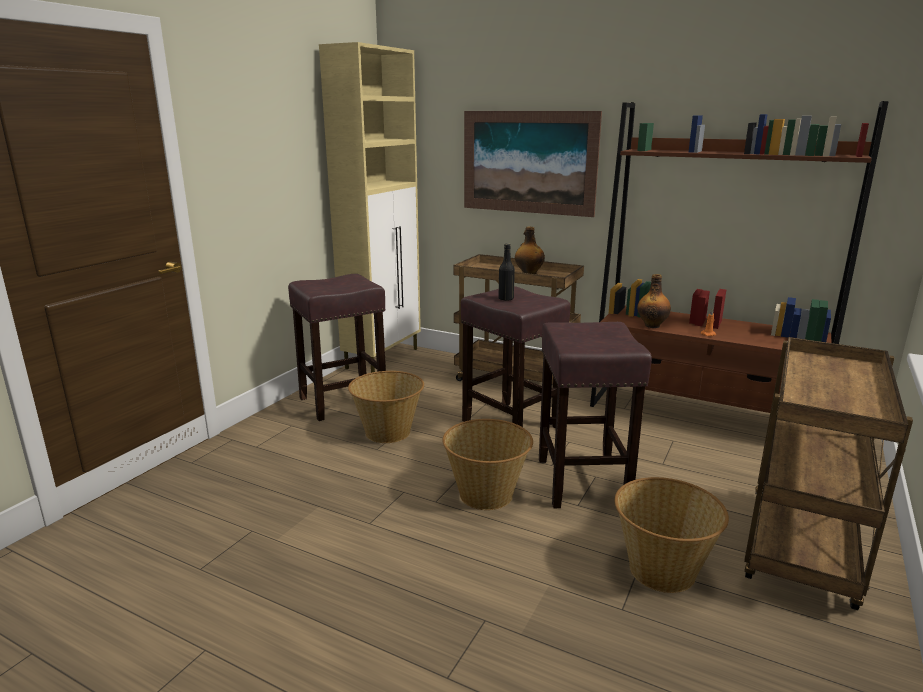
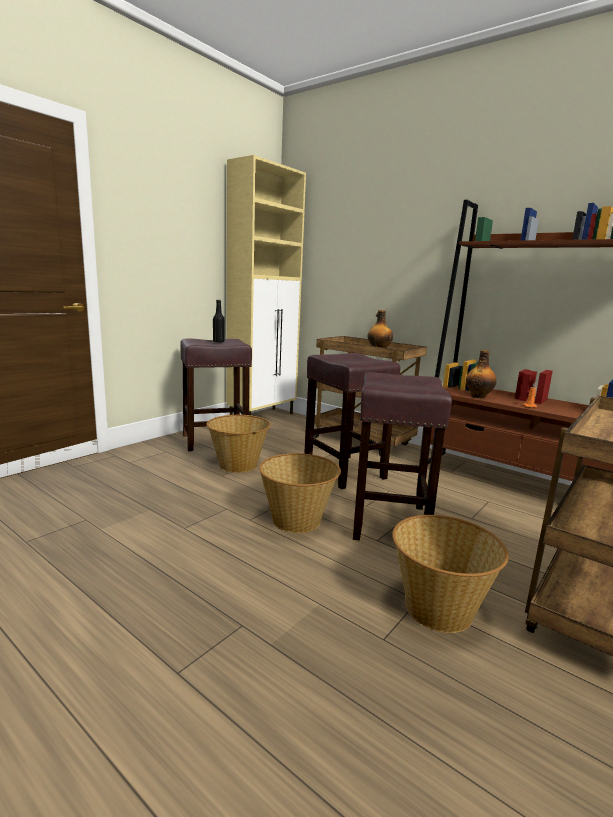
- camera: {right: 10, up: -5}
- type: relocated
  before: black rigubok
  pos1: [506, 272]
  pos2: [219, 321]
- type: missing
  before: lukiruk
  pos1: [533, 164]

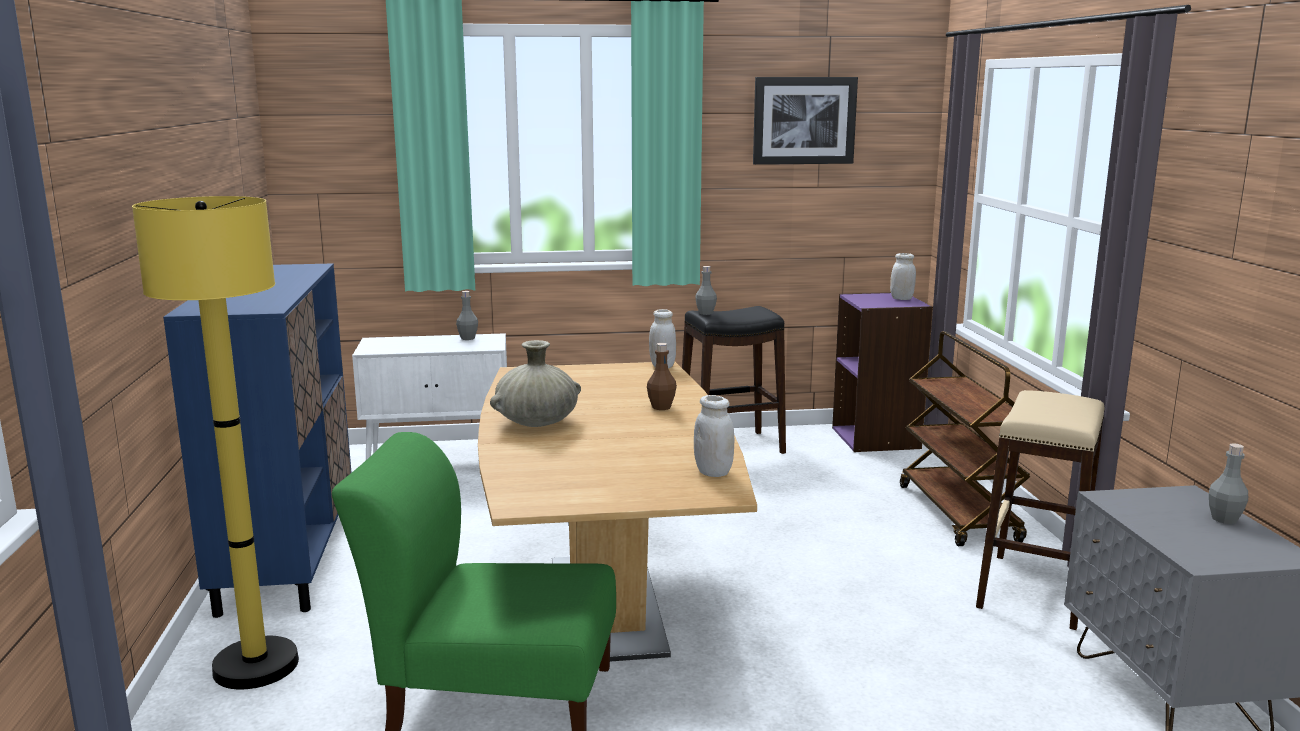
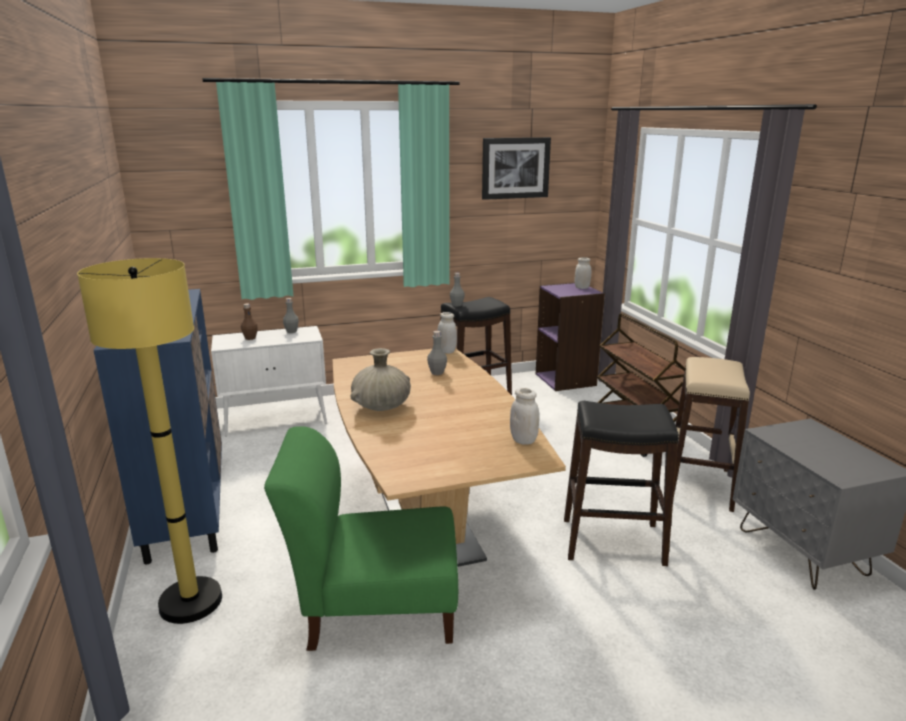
- camera: {right: -10, up: 5}
- type: relocated
  before: brown rigubok
  pos1: [662, 376]
  pos2: [249, 321]
- type: relocated
  before: grey rigubok
  pos1: [1228, 483]
  pos2: [437, 353]
- type: appeared
  after: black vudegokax
  pos2: [621, 483]

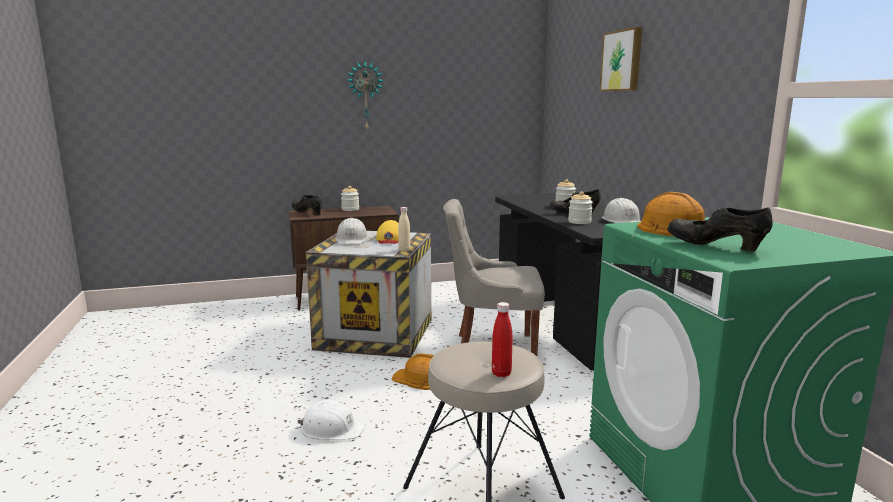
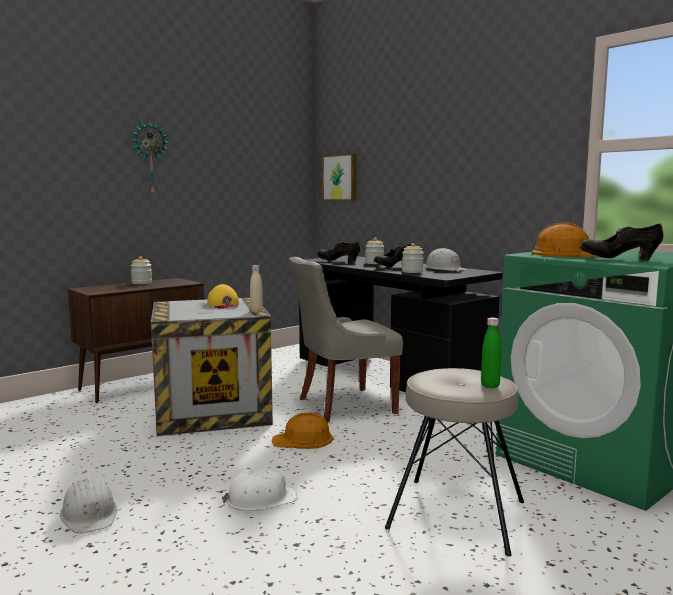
- camera: {right: -25, up: -5}
- type: relocated
  before: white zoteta
  pos1: [352, 231]
  pos2: [88, 506]
- type: relocated
  before: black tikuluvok
  pos1: [307, 205]
  pos2: [338, 251]
- type: relocated
  before: lukiruk
  pos1: [621, 59]
  pos2: [340, 177]
- type: colour
  before: red rigubok
  after: green rigubok
  pos1: [502, 339]
  pos2: [491, 353]

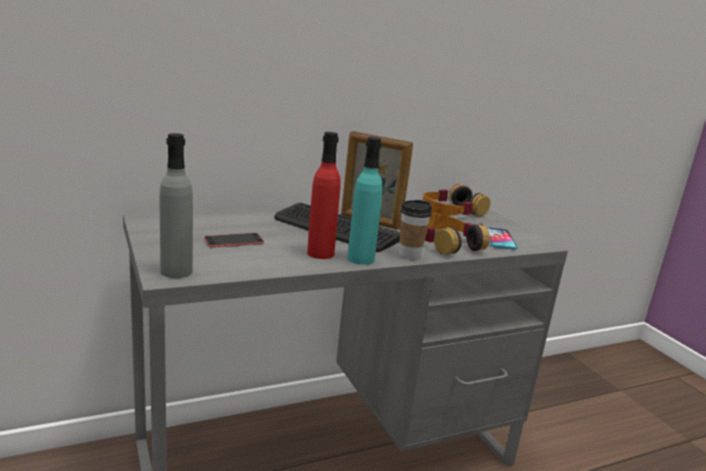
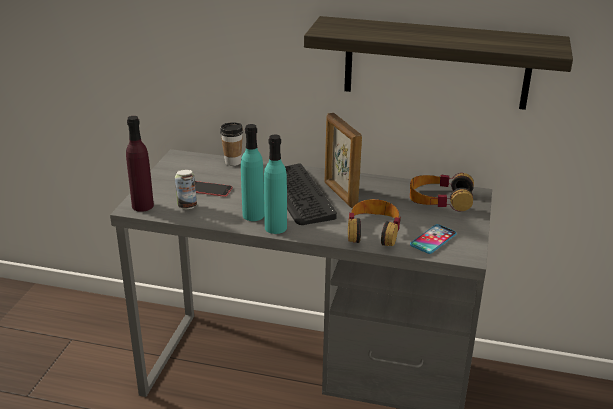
- camera: {right: 40, up: 10}
- type: colour
  before: grey rigubok
  after: purple rigubok
  pos1: [176, 205]
  pos2: [140, 164]
- type: appeared
  after: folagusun
  pos2: [186, 189]
- type: relocated
  before: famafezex
  pos1: [415, 230]
  pos2: [231, 144]
- type: colour
  before: red rigubok
  after: turquoise rigubok
  pos1: [324, 195]
  pos2: [252, 172]
- type: appeared
  after: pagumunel
  pos2: [438, 63]

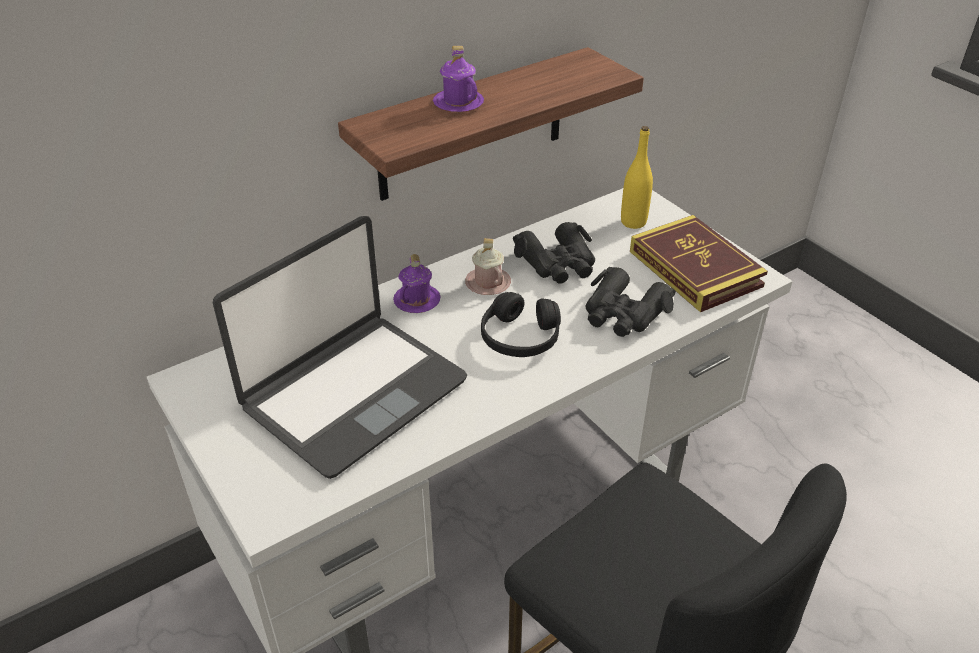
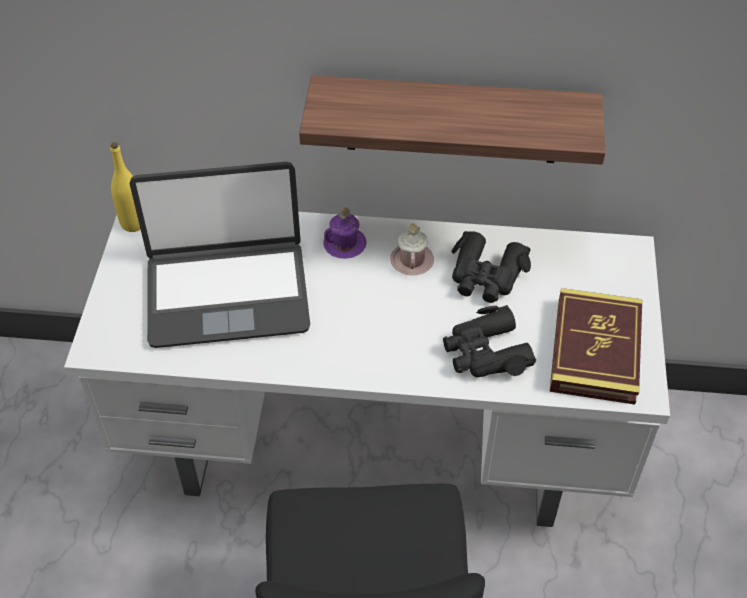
- camera: {right: 40, up: 10}
- type: relocated
  before: yellow rigubok
  pos1: [637, 177]
  pos2: [125, 187]
- type: missing
  before: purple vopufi
  pos1: [458, 79]
- type: missing
  before: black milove
  pos1: [521, 324]

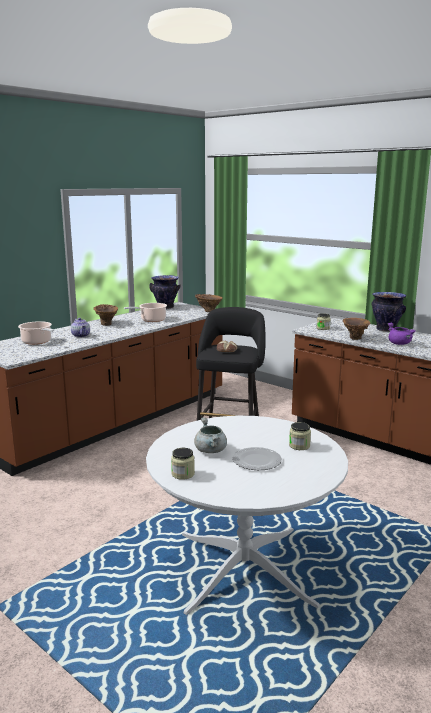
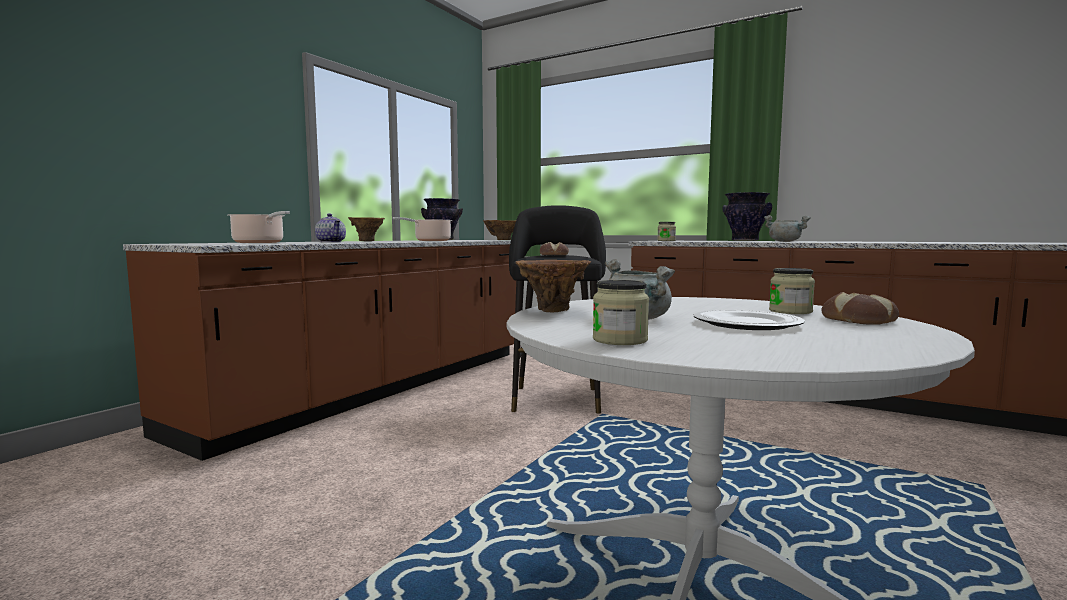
- camera: {right: -10, up: -10}
- type: relocated
  before: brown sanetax
  pos1: [356, 329]
  pos2: [553, 286]
- type: colour
  before: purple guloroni
  after: grey guloroni
  pos1: [401, 334]
  pos2: [787, 228]
- type: appeared
  after: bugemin
  pos2: [860, 308]

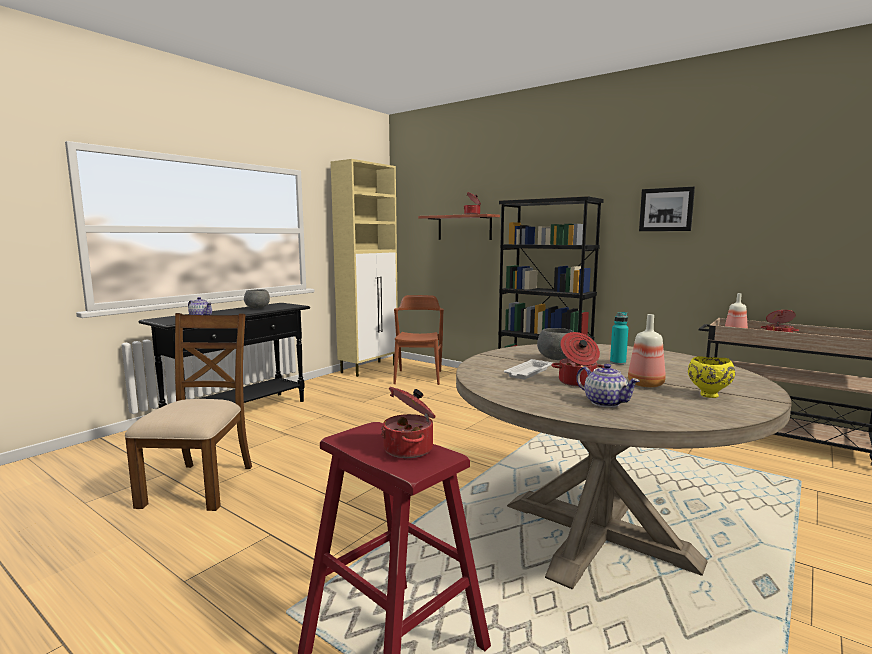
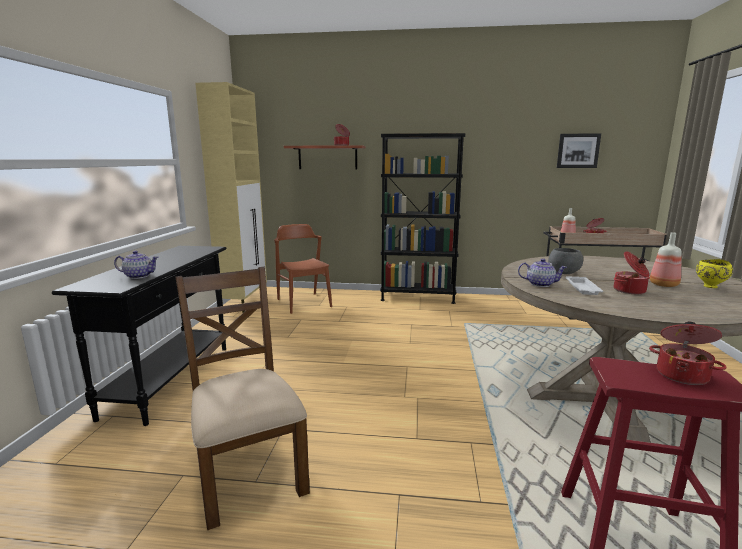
- camera: {right: -30, up: 5}
- type: relocated
  before: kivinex
  pos1: [608, 385]
  pos2: [542, 273]
- type: relocated
  before: lukiruk
  pos1: [667, 209]
  pos2: [579, 150]
- type: missing
  before: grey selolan
  pos1: [257, 299]
- type: missing
  before: turquoise rigubok
  pos1: [619, 338]

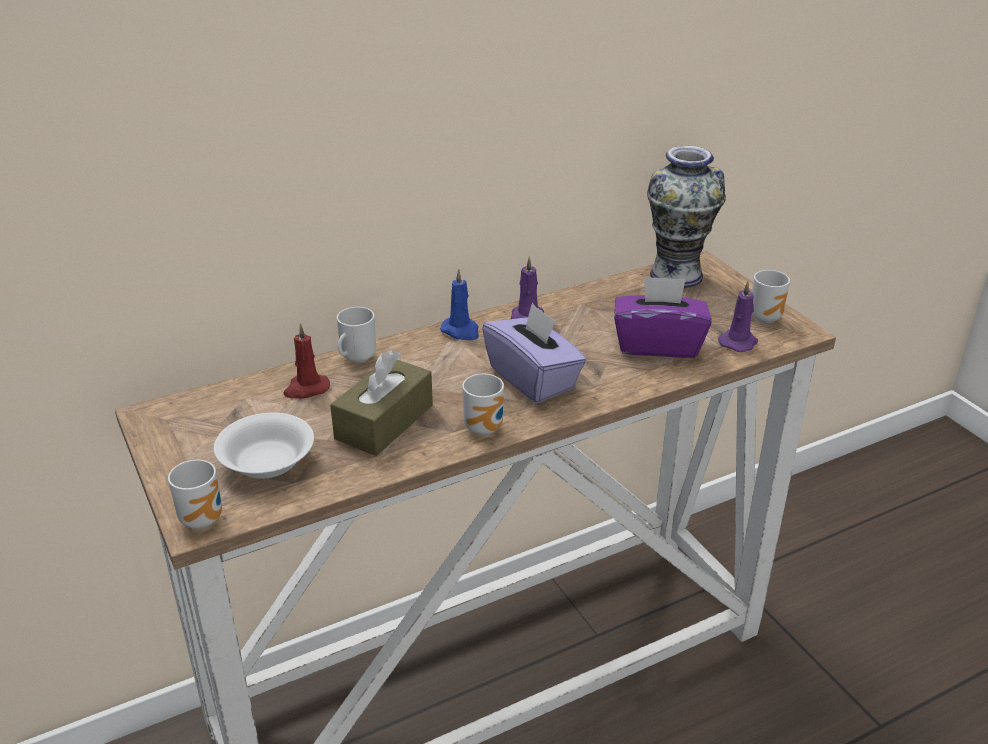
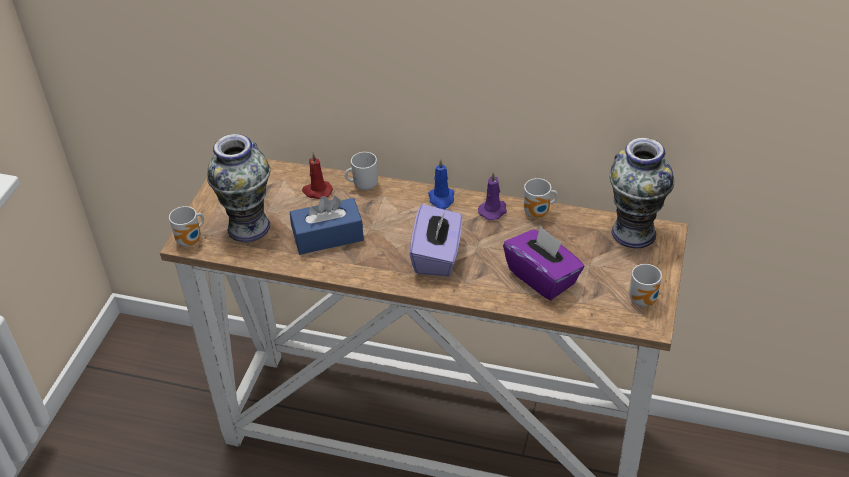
- camera: {right: 45, up: 10}
- type: exchanged
  before: white selolan
  after: sanetax
  pos1: [264, 446]
  pos2: [238, 188]
- type: colour
  before: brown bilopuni
  after: blue bilopuni
  pos1: [381, 402]
  pos2: [327, 225]
- type: relocated
  before: vopufi
  pos1: [483, 405]
  pos2: [541, 198]
- type: missing
  before: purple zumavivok
  pos1: [738, 316]

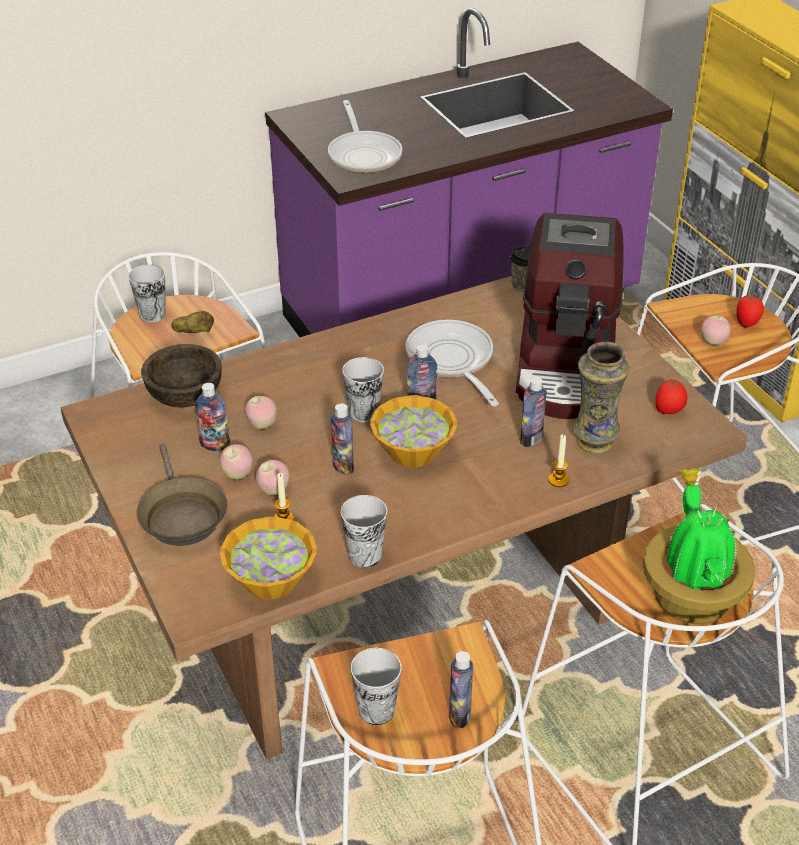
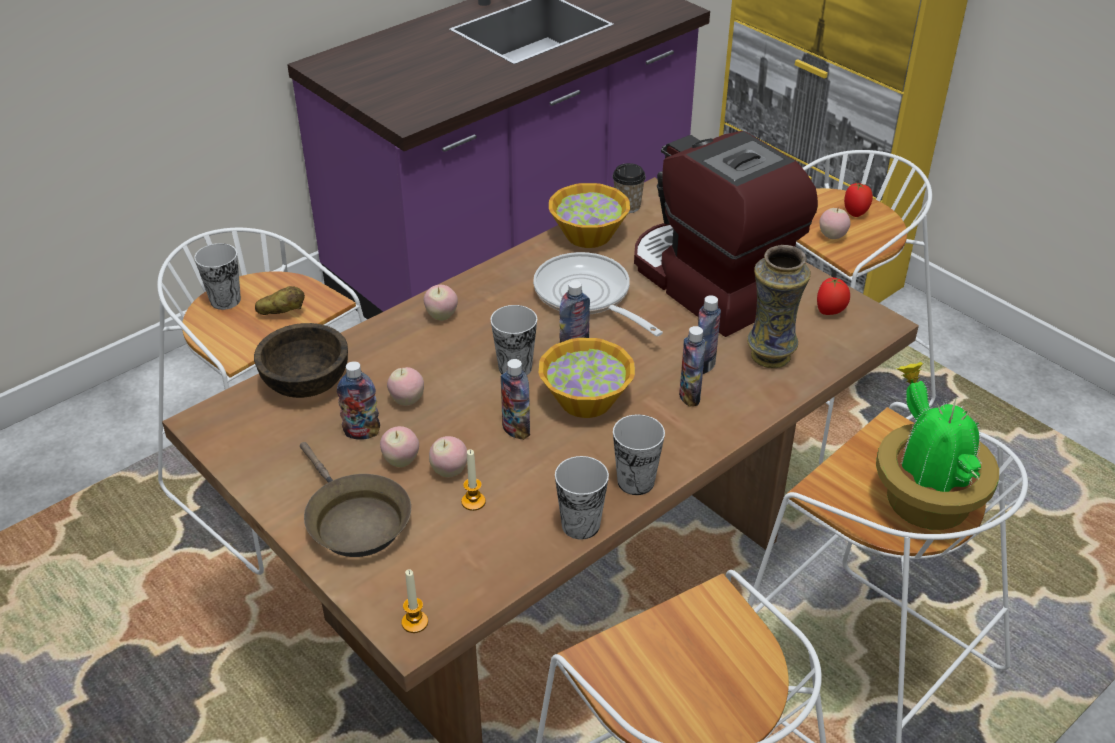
- camera: {right: -15, up: 0}
- type: relocated
  before: zumavivok
  pos1: [558, 461]
  pos2: [414, 601]
- type: appeared
  after: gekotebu
  pos2: [441, 303]
- type: relocated
  before: selolan
  pos1: [268, 558]
  pos2: [589, 215]
- type: relocated
  before: famafezex
  pos1: [376, 686]
  pos2: [639, 454]
- type: spun
  before: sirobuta
  pos1: [570, 316]
  pos2: [726, 234]
  turn: 150
- type: relocated
  before: rigubok
  pos1: [461, 689]
  pos2: [692, 366]
- type: missing
  before: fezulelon
  pos1: [365, 136]

